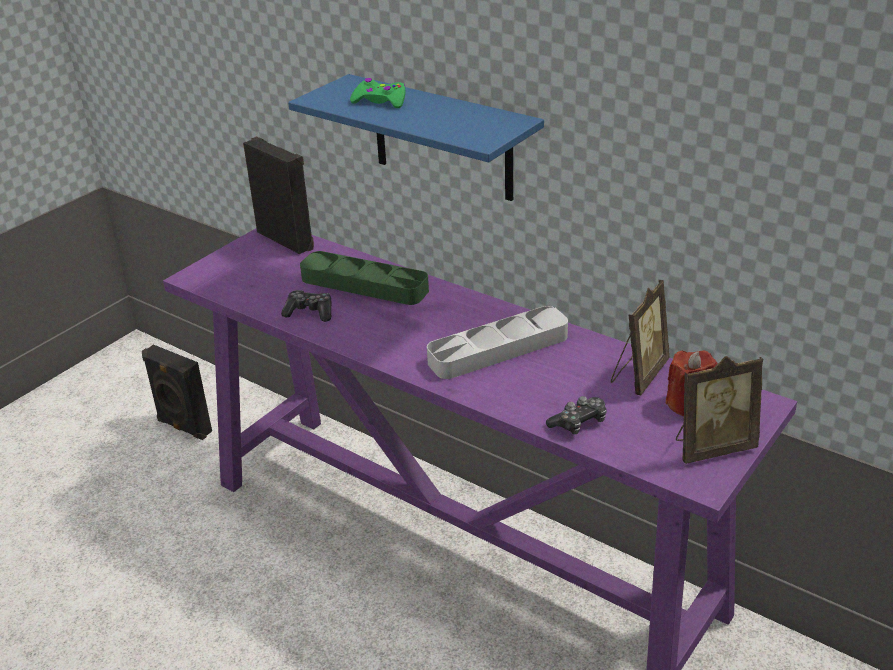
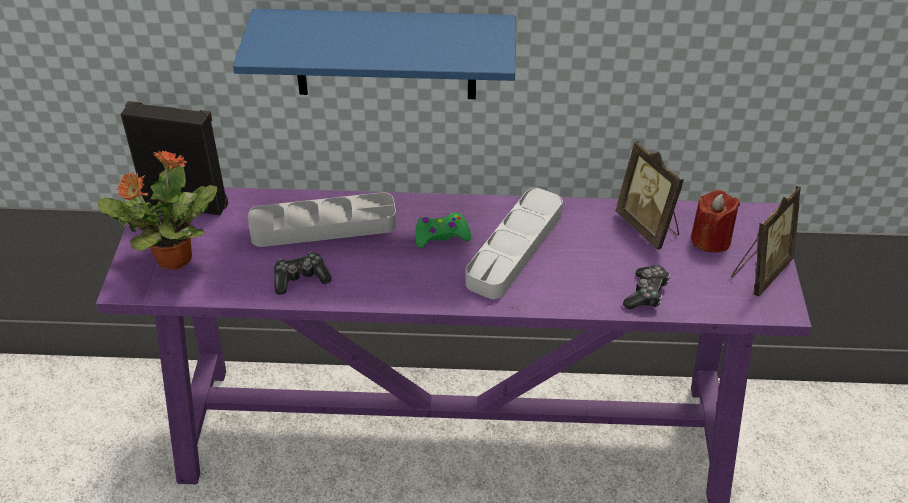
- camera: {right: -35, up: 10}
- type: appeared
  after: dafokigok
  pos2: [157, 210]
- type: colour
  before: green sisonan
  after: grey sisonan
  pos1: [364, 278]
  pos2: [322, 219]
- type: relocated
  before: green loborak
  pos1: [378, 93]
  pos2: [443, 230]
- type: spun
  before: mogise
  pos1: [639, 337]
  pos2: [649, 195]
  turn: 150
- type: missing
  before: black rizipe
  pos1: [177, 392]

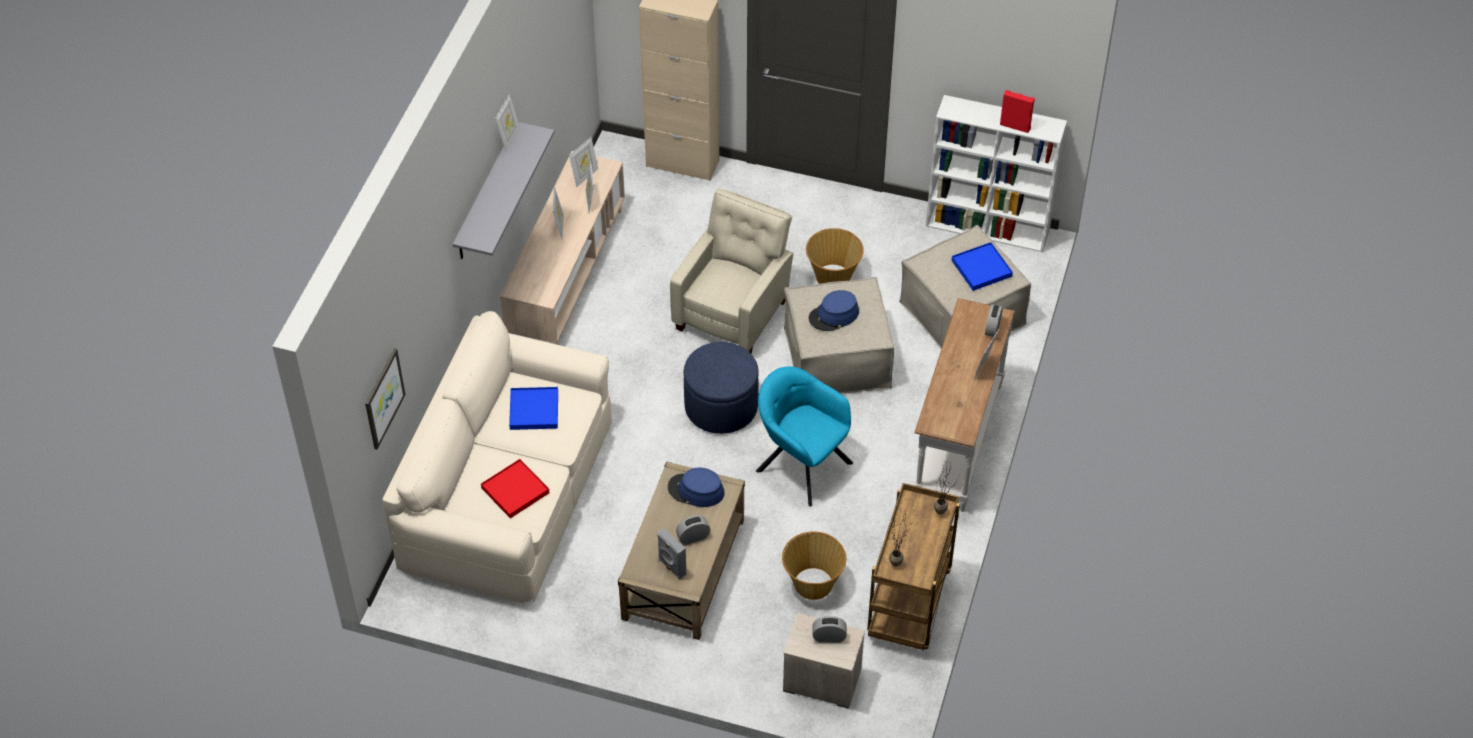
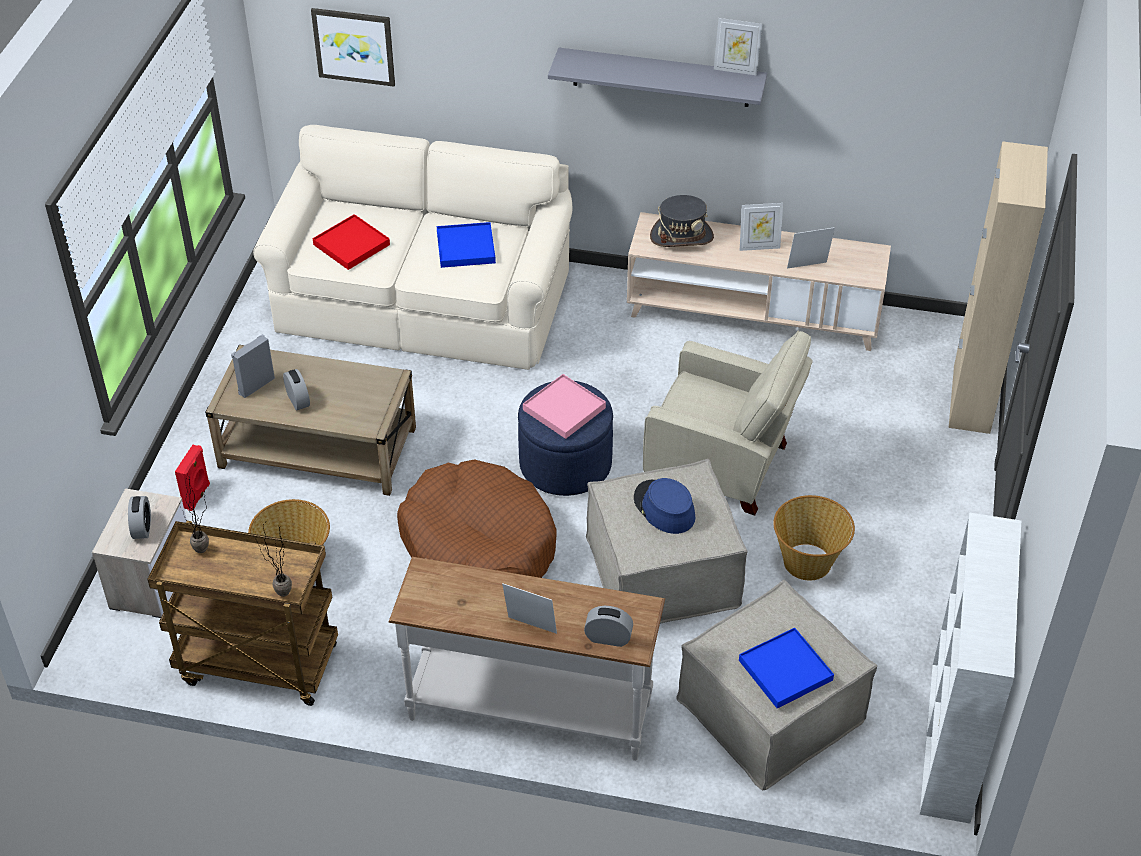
- camera: {right: 85, up: -5}
- type: relocated
  before: red rizipe
  pos1: [1017, 111]
  pos2: [192, 478]
- type: exchanged
  before: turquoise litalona
  after: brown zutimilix
  pos1: [804, 436]
  pos2: [476, 518]
- type: appeared
  after: pink sisonan
  pos2: [564, 406]
- type: appeared
  after: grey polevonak
  pos2: [682, 221]
- type: missing
  before: mogise
  pos1: [583, 162]
- type: missing
  before: blue polevonak
  pos1: [696, 487]

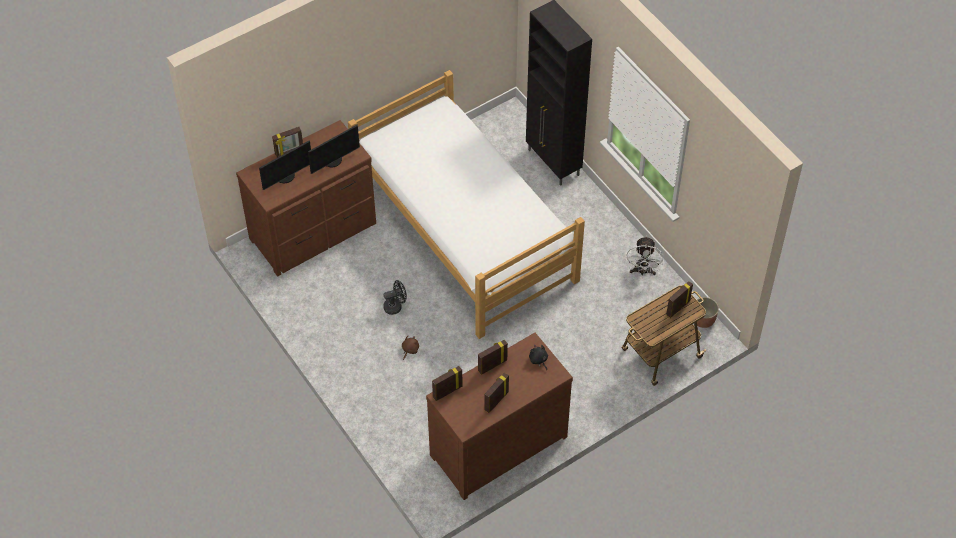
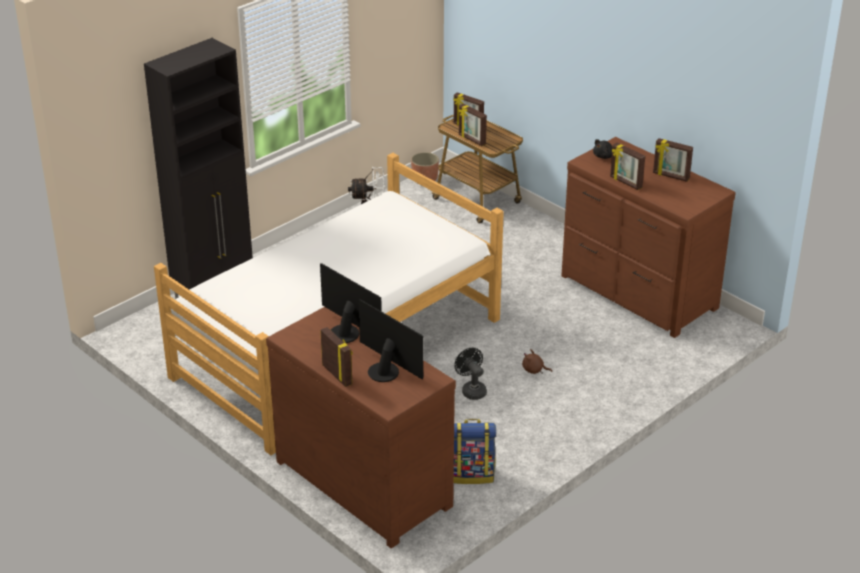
- camera: {right: -100, up: -20}
- type: appeared
  after: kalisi
  pos2: [475, 451]
- type: relocated
  before: mogise
  pos1: [447, 383]
  pos2: [472, 125]

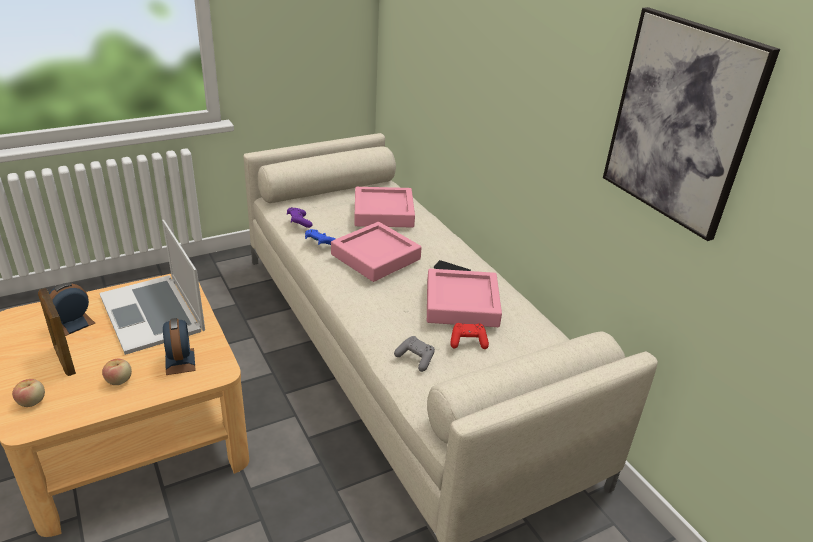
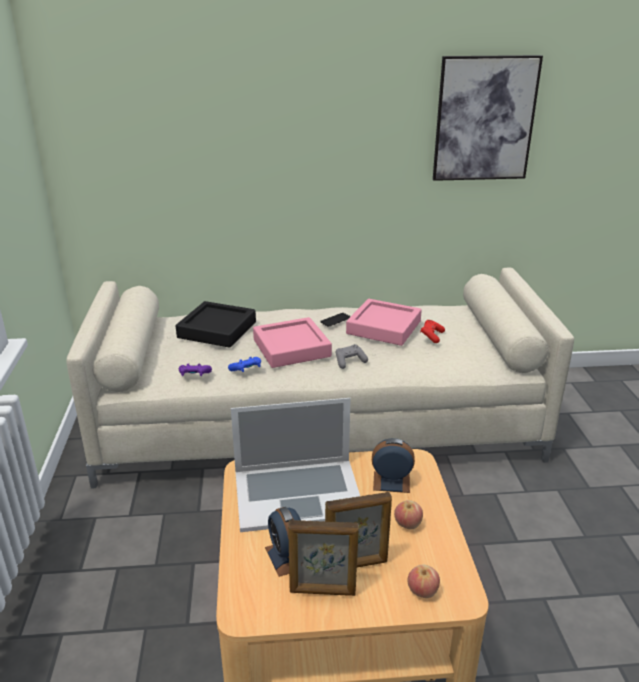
- camera: {right: -65, up: -5}
- type: colour
  before: pink sisonan
  after: black sisonan
  pos1: [384, 207]
  pos2: [216, 324]
- type: appeared
  after: mogise
  pos2: [323, 558]
- type: relocated
  before: grey loborak
  pos1: [414, 354]
  pos2: [352, 356]

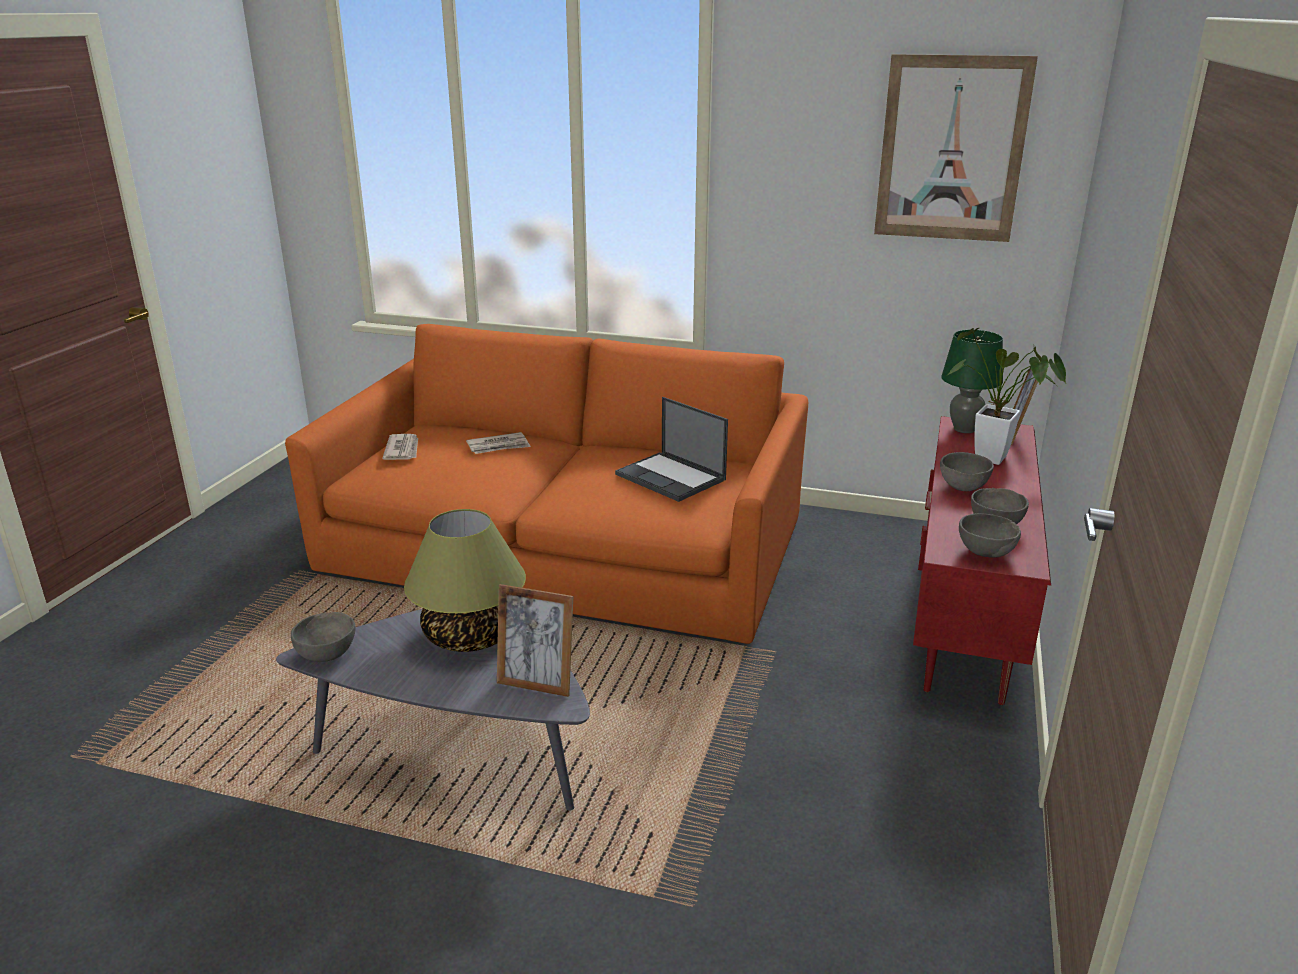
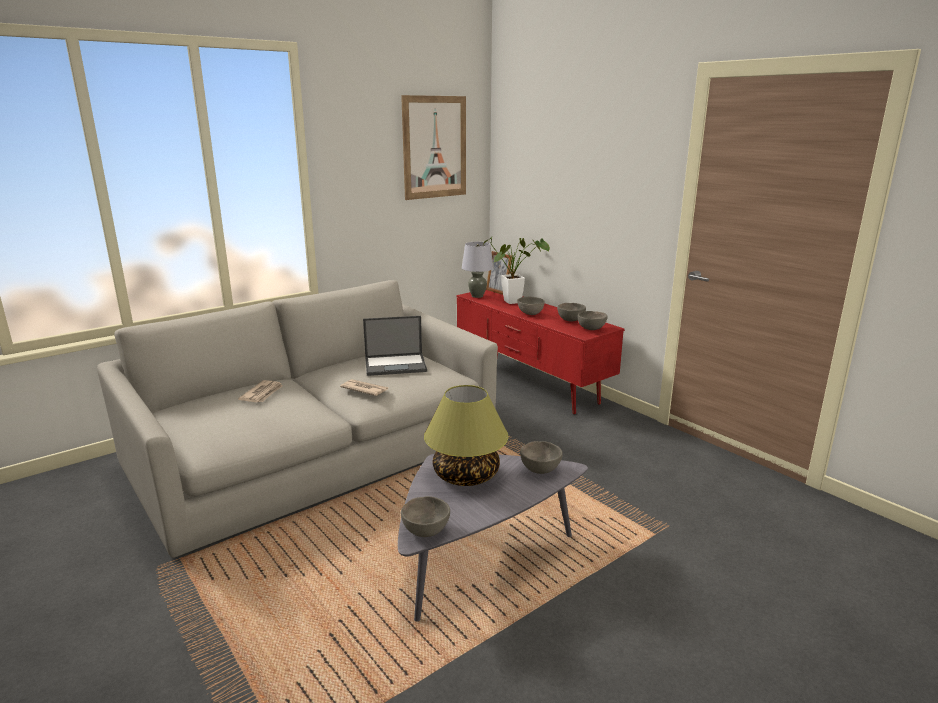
- camera: {right: -55, up: -5}
- type: colour
  before: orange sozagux
  after: grey sozagux
  pos1: [546, 484]
  pos2: [297, 419]
- type: relocated
  before: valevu
  pos1: [400, 447]
  pos2: [364, 387]
- type: colour
  before: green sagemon
  after: grey sagemon
  pos1: [972, 381]
  pos2: [478, 270]
- type: exchanged
  before: mogise
  after: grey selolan
  pos1: [535, 640]
  pos2: [541, 457]

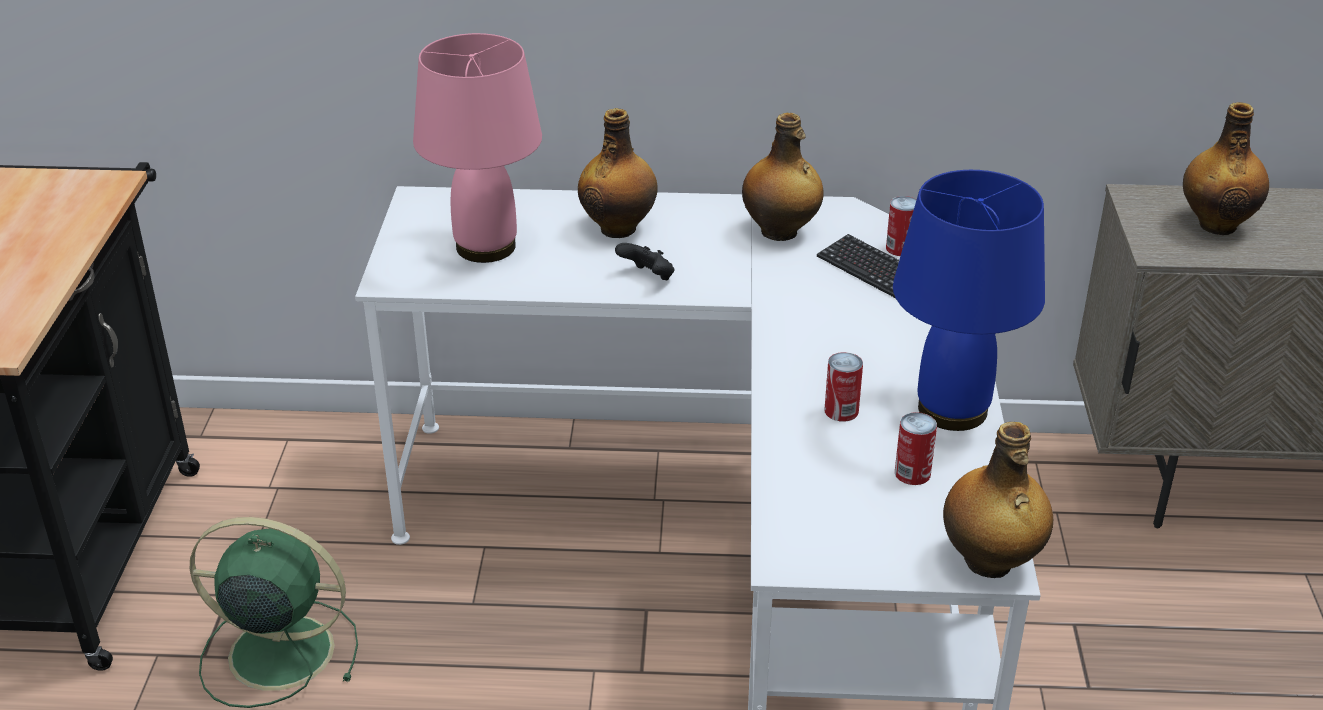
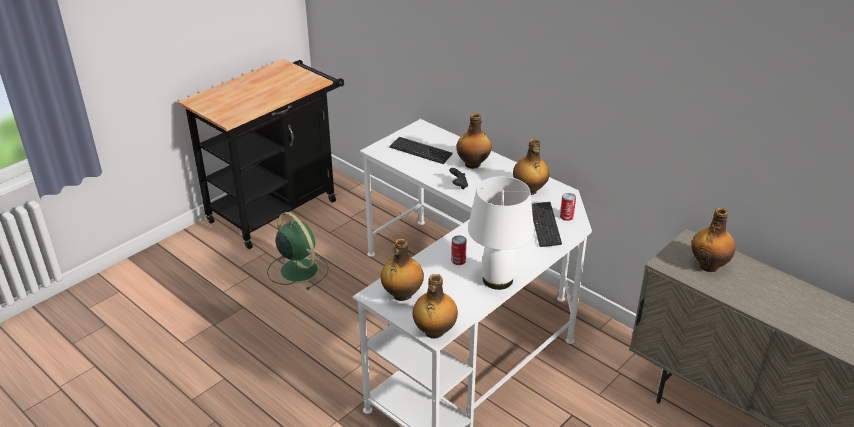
- camera: {right: 40, up: 0}
- type: appeared
  after: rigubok
  pos2: [402, 270]
- type: exchanged
  before: pink sagemon
  after: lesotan
  pos1: [477, 148]
  pos2: [421, 150]
- type: colour
  before: blue sagemon
  after: white sagemon
  pos1: [969, 300]
  pos2: [501, 233]
- type: missing
  before: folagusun
  pos1: [916, 448]

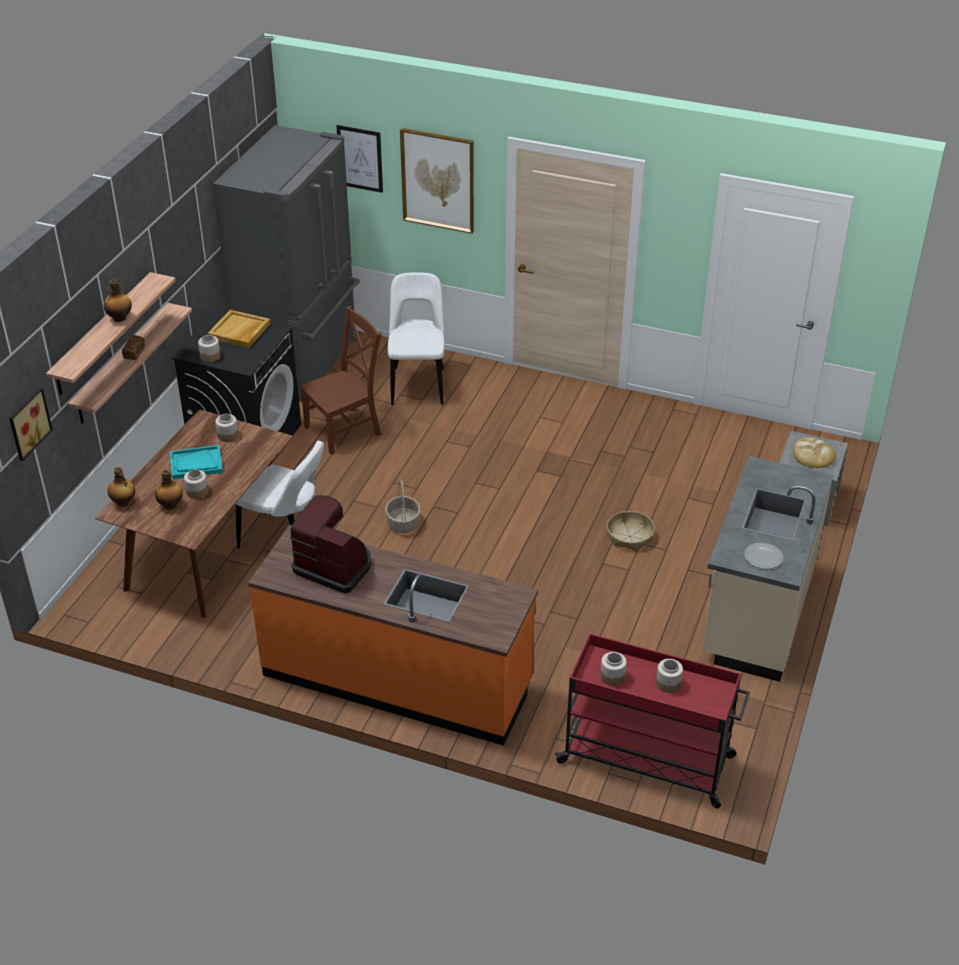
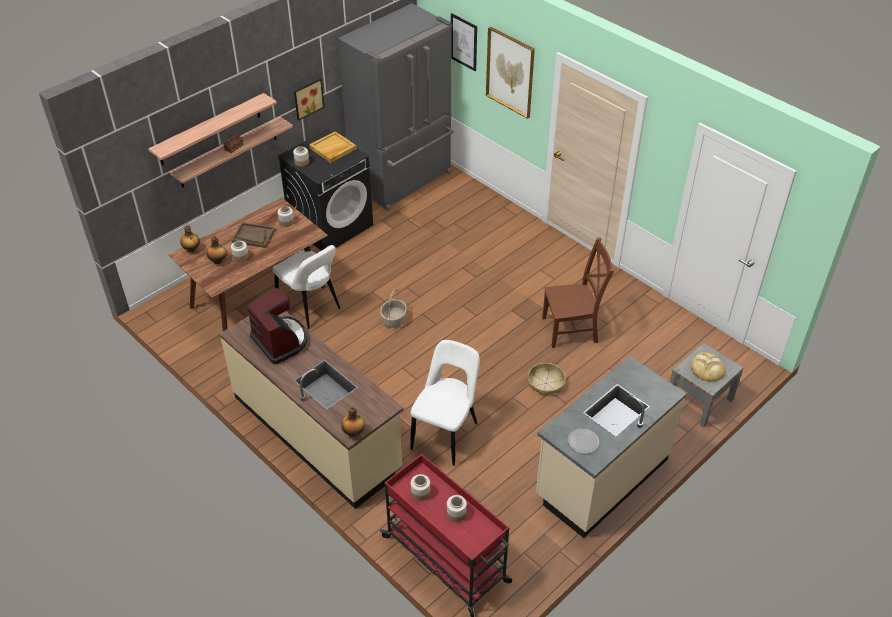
- camera: {right: 25, up: 5}
- type: colour
  before: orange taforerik
  after: beige taforerik
  pos1: [393, 635]
  pos2: [311, 410]
- type: colour
  before: turquoise sisonan
  after: brown sisonan
  pos1: [196, 462]
  pos2: [253, 235]
- type: relocated
  before: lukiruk
  pos1: [31, 424]
  pos2: [309, 99]
- type: relocated
  before: rigubok
  pos1: [118, 300]
  pos2: [353, 421]
- type: relocated
  before: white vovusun
  pos1: [416, 338]
  pos2: [445, 403]
- type: relocated
  before: brown vovusun
  pos1: [341, 380]
  pos2: [578, 293]

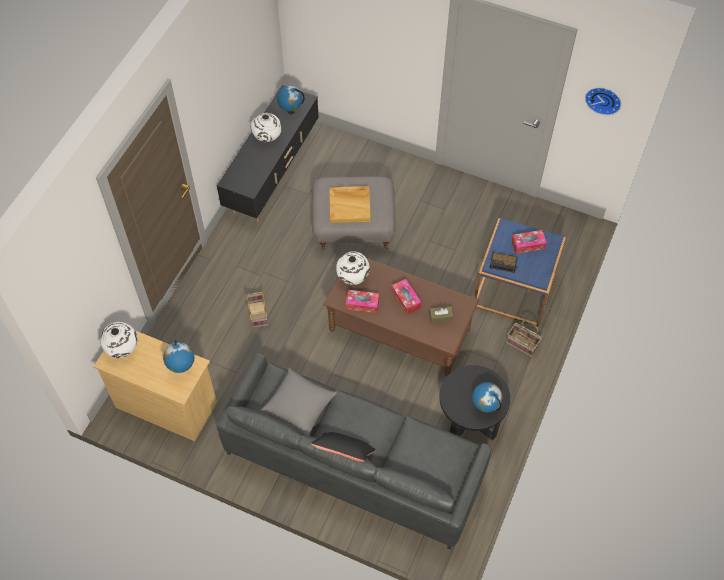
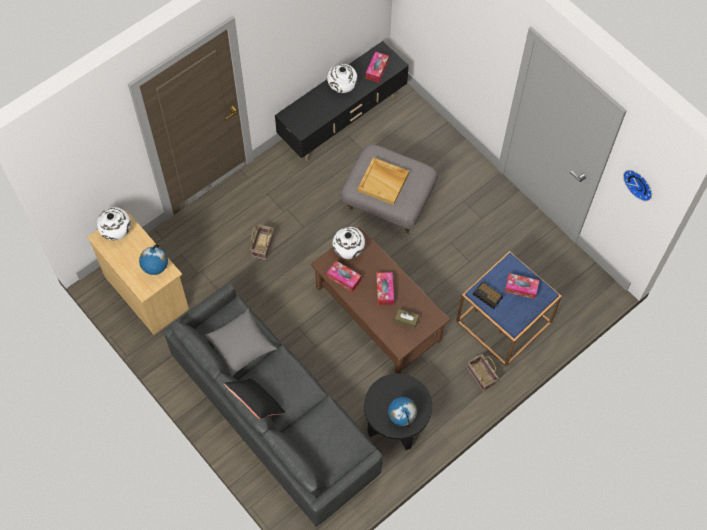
- camera: {right: 25, up: 5}
- type: exchanged
  before: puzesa
  after: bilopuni
  pos1: [291, 100]
  pos2: [377, 67]

